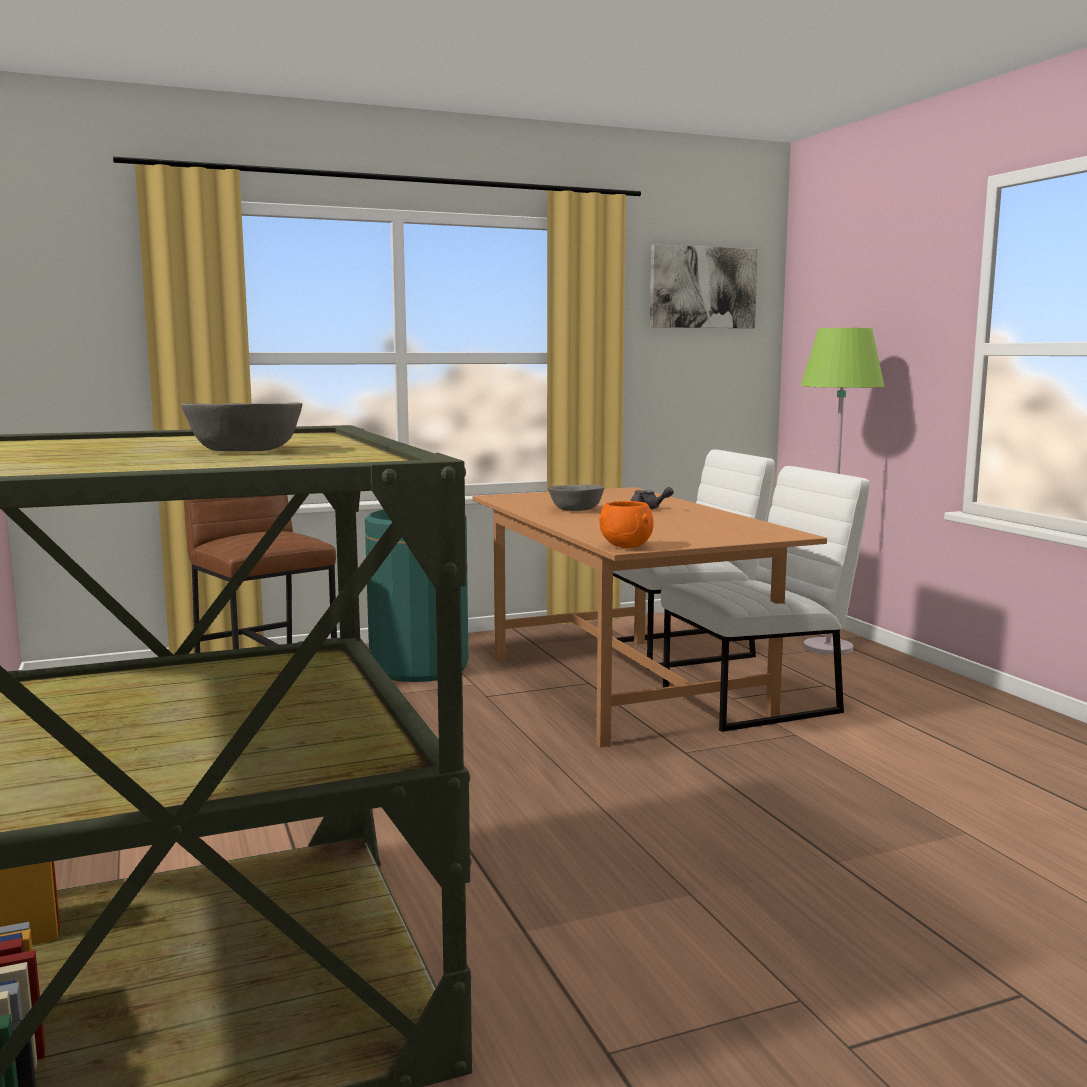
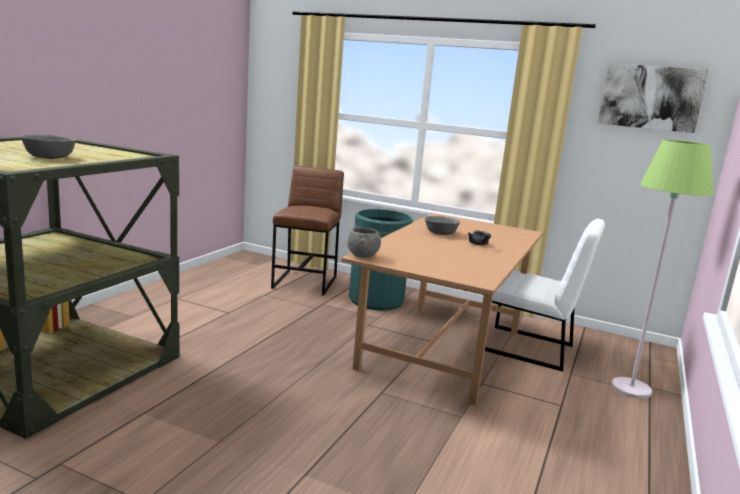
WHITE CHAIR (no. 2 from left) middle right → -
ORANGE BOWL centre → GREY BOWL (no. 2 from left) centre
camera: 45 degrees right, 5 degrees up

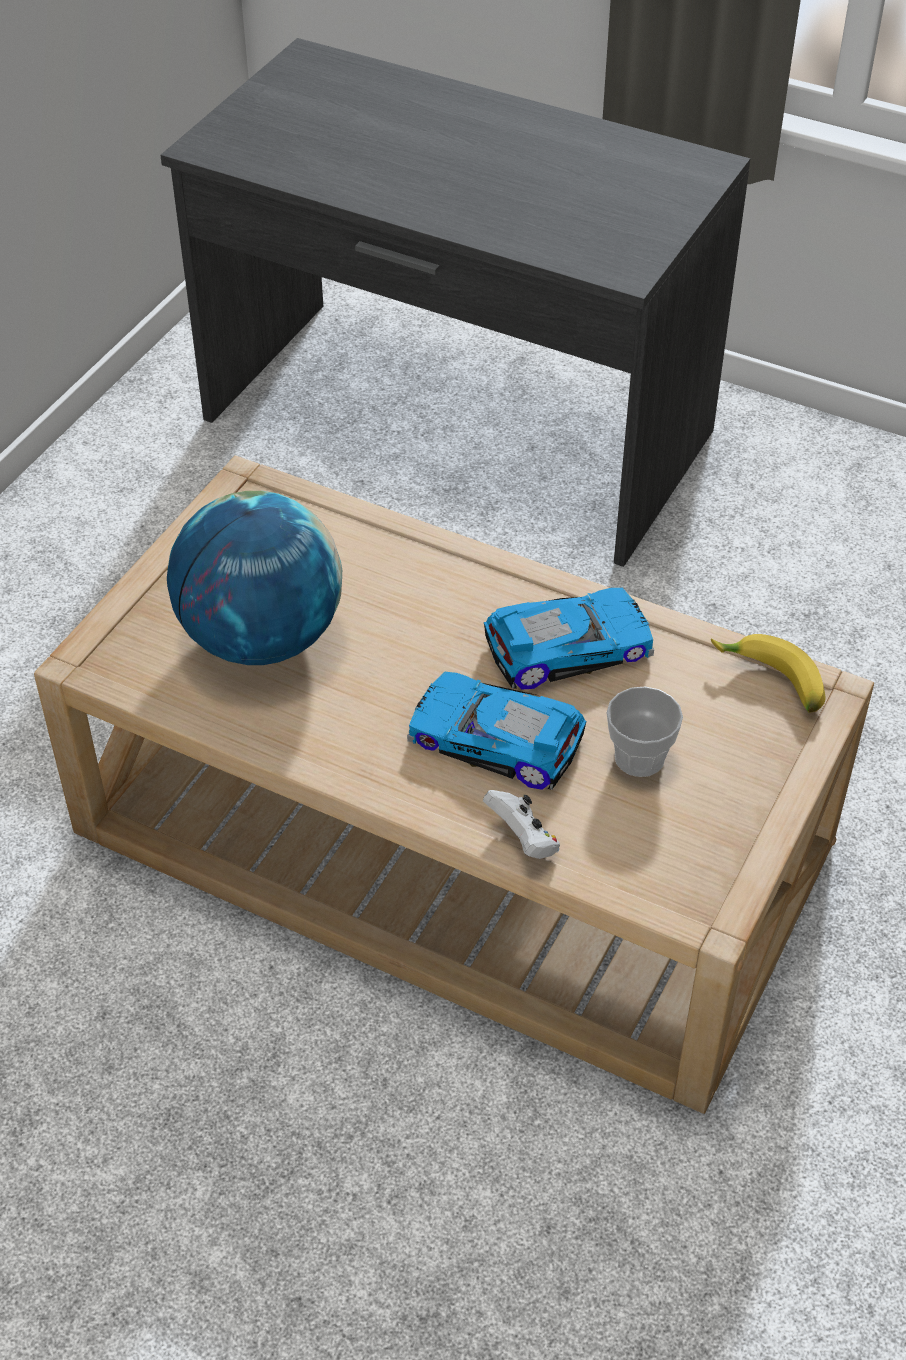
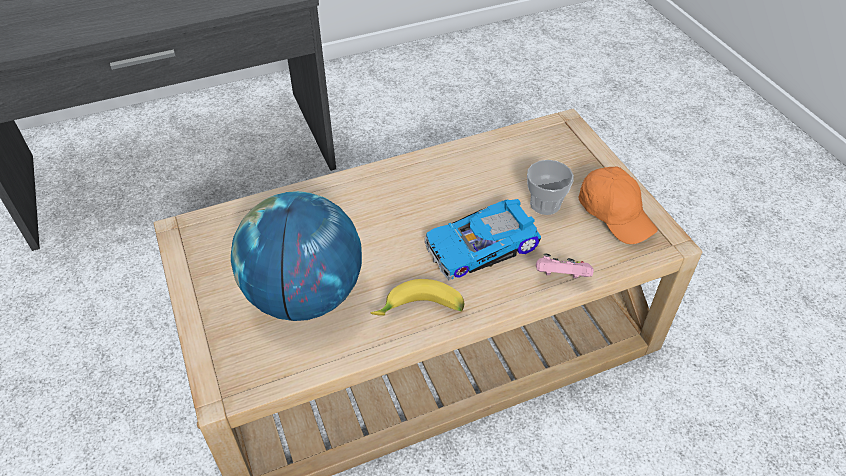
TOY CAR (no. 2 from left) centre → -
BANANA middle right → BANANA centre, relocated
WHITE GAME CONTROLLER centre → PINK GAME CONTROLLER middle right
- → ORANGE CAP middle right
camera: 50 degrees left, 0 degrees up

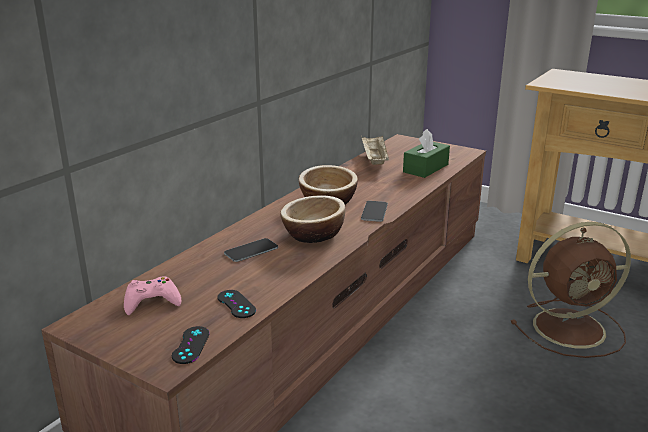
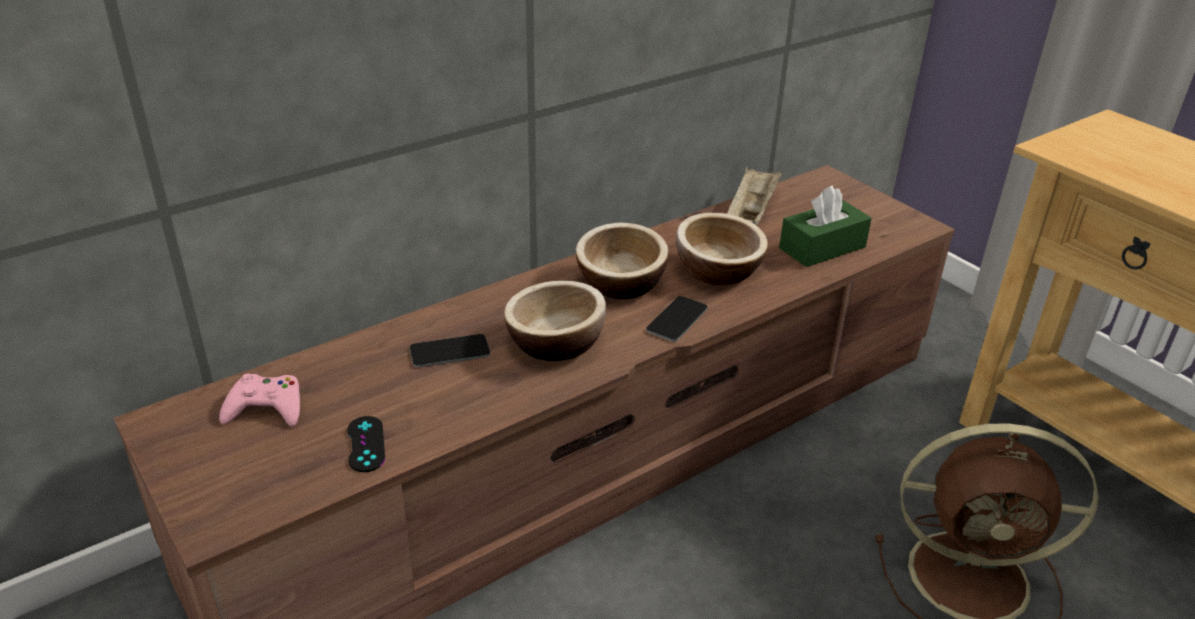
BLACK GAME CONTROLLER (no. 1 from left) bottom left → -
- → BOWL (no. 3 from left) centre
camera: 20 degrees right, 10 degrees up

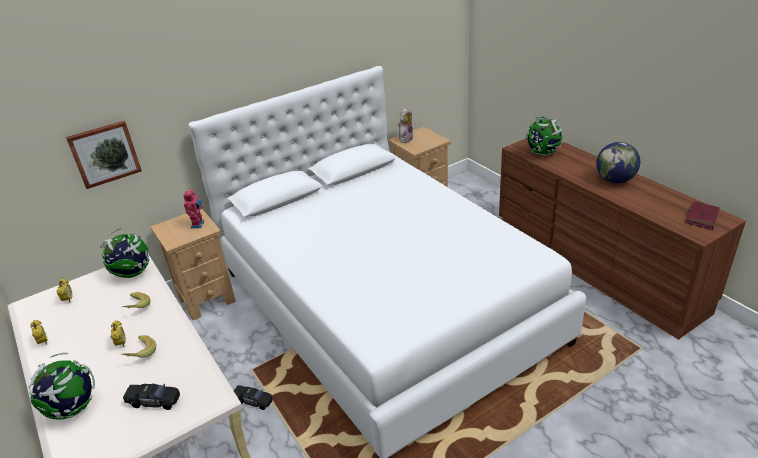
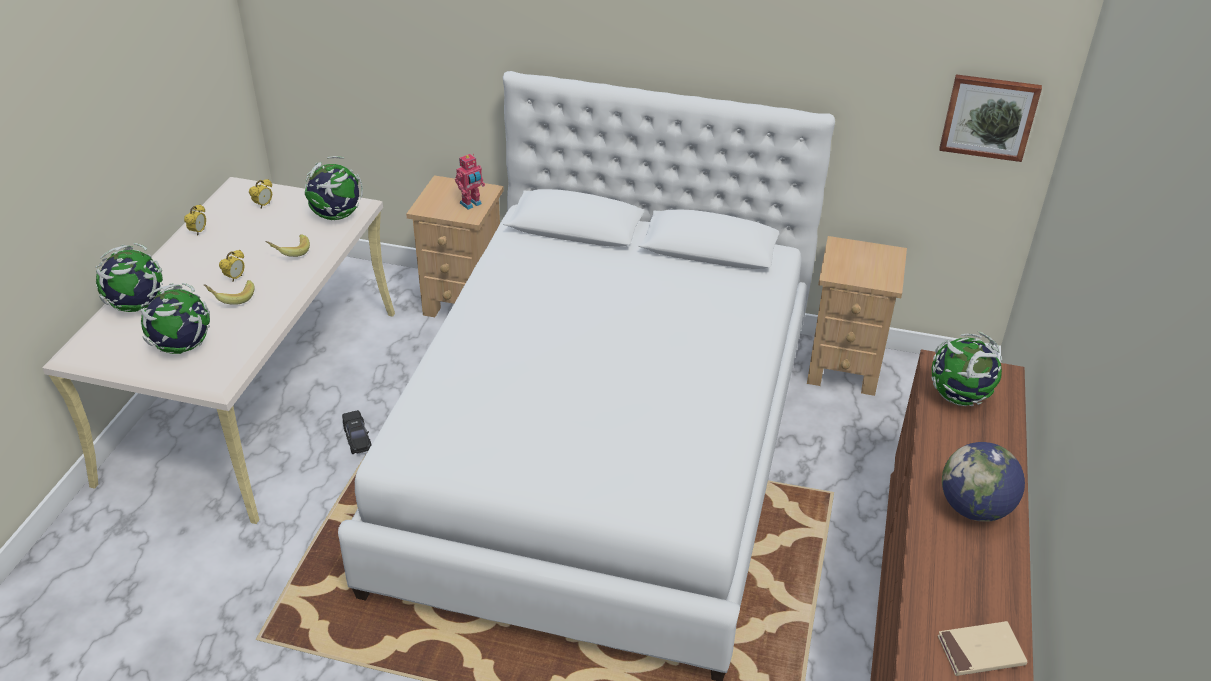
PLUSH TOY top centre → -
PICTURE middle left → PICTURE top right, relocated
RED BOOK middle right → BEIGE BOOK bottom right
BLACK TOY CAR (no. 1 from left) bottom left → GLOBE (no. 2 from left) middle left
camera: 45 degrees right, 5 degrees up

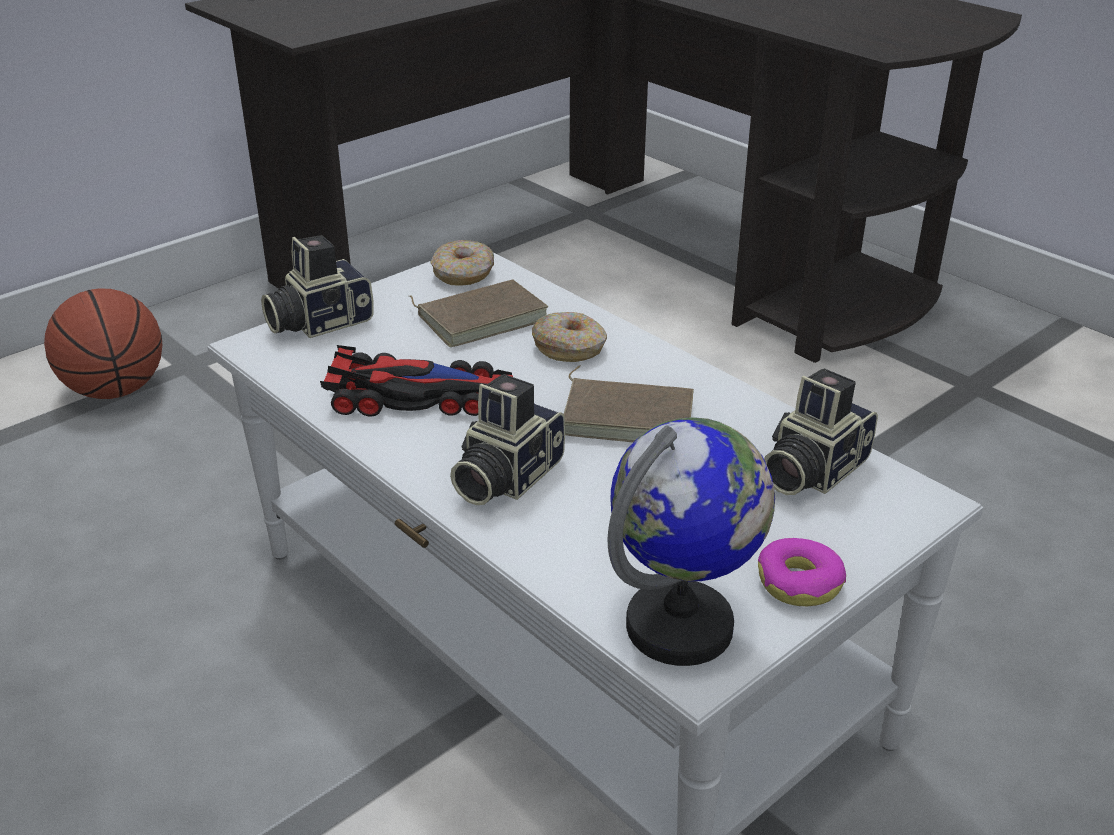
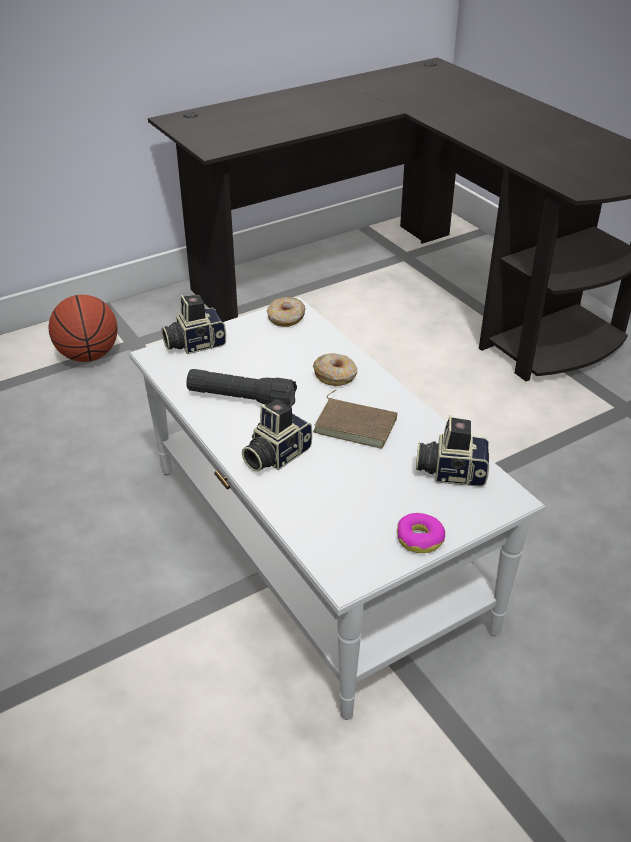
BROWN BOOK (no. 1 from left) centre → -
TOY CAR centre → BLACK FLASHLIGHT centre
PHOTO CAMERA (no. 3 from left) middle right, 45 degrees clockwise
GLOBE centre → -
camera: 10 degrees right, 5 degrees up

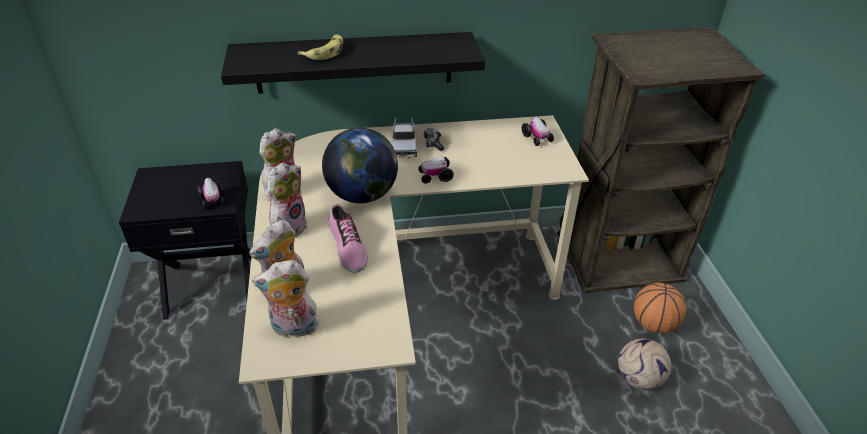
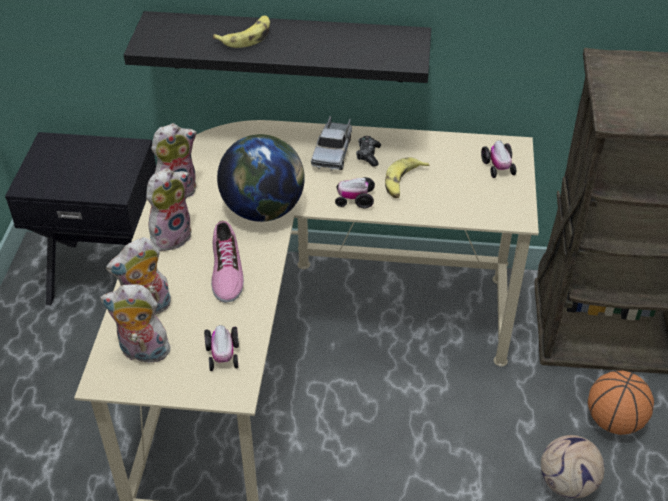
TOY CAR (no. 1 from left) middle left → TOY CAR (no. 1 from left) bottom left, relocated
- → BANANA (no. 2 from left) centre
camera: 15 degrees right, 5 degrees up

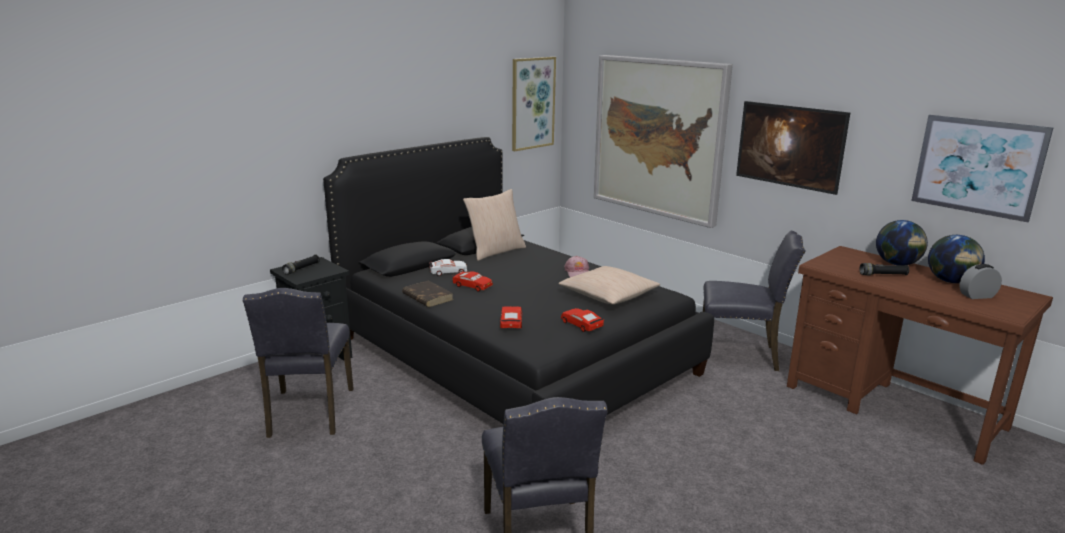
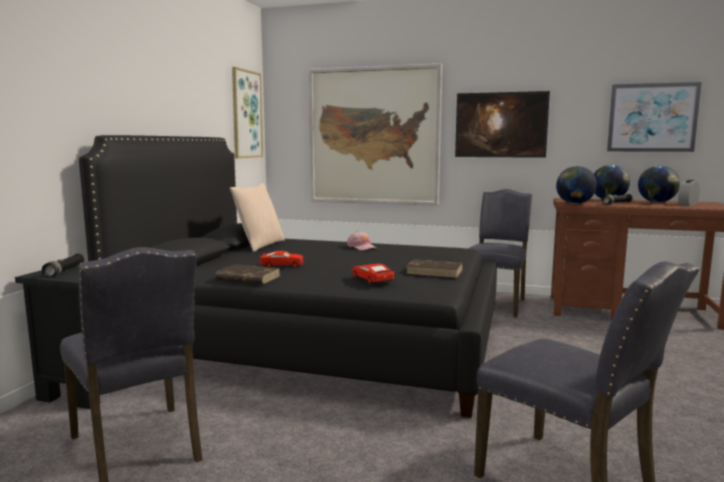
GREY CHAIR (no. 3 from left in the first image) middle right → GREY CHAIR (no. 2 from left) middle right, 45 degrees counterclockwise
WHITE TOY CAR centre → -
BEIGE PILLOW (no. 2 from left) centre → -
RED TOY CAR (no. 3 from left) centre → BROWN BOOK (no. 2 from left) centre
- → GLOBE (no. 1 from left) middle right
camera: 30 degrees left, 10 degrees down

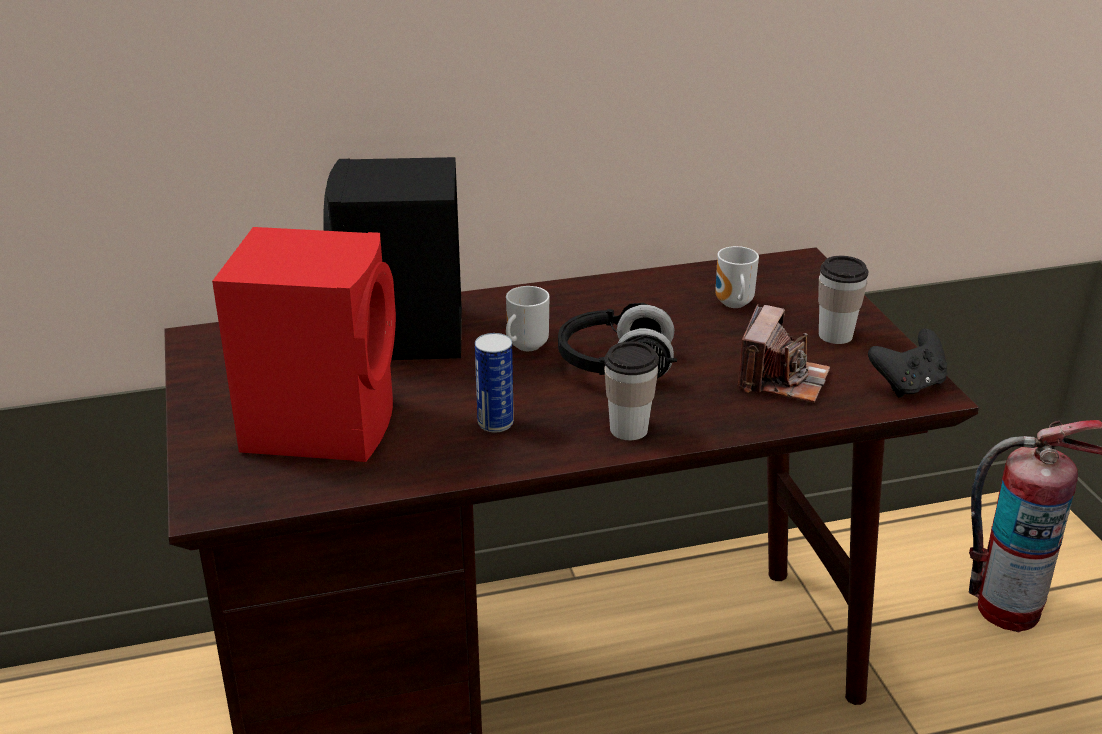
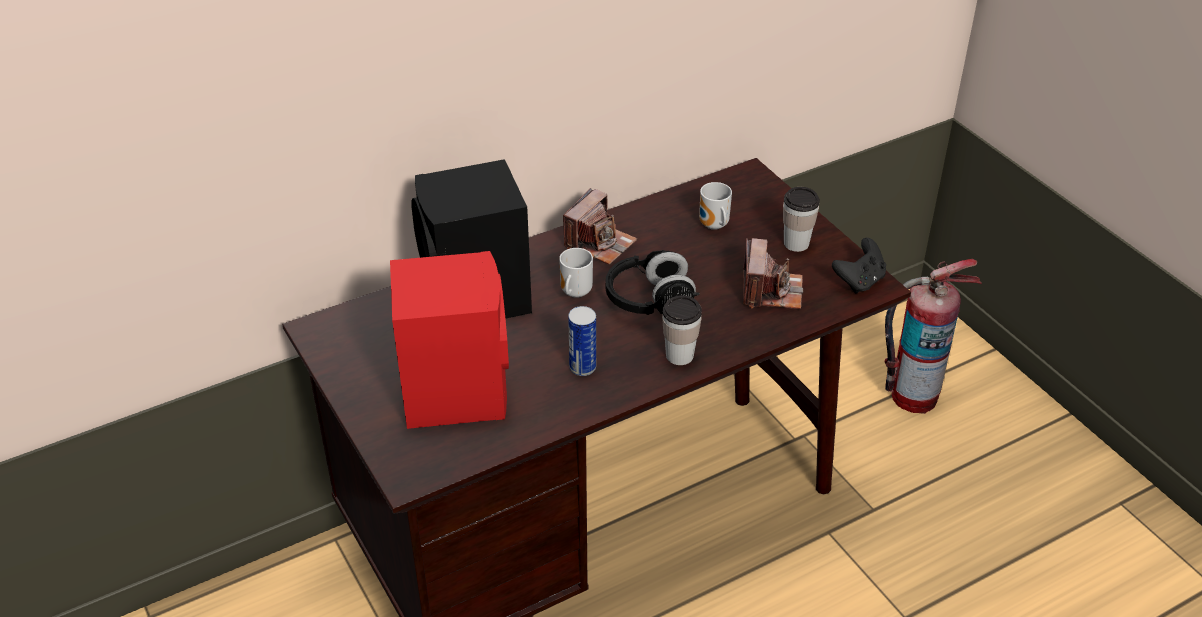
- → PHOTO CAMERA (no. 1 from left) centre
camera: 15 degrees left, 10 degrees up

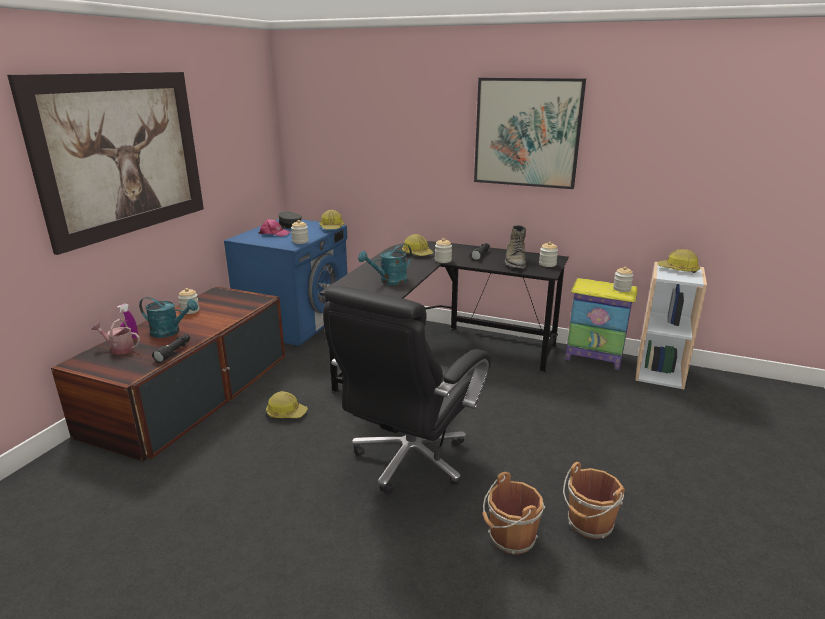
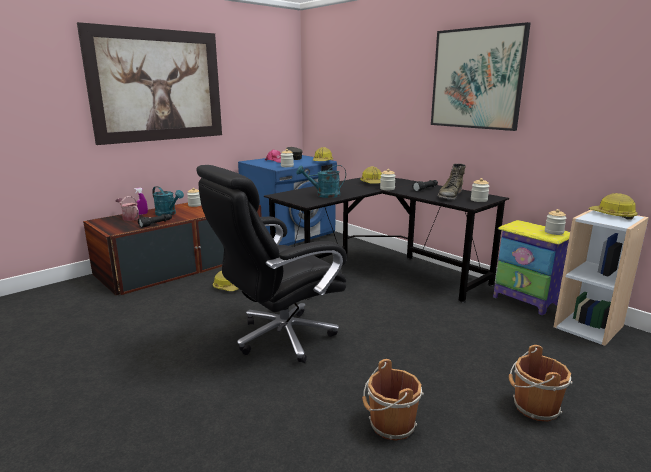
BROWN BUCKET (no. 1 from left in the first image) bottom centre → BROWN BUCKET (no. 2 from left) bottom right, relocated
camera: 25 degrees right, 5 degrees down

